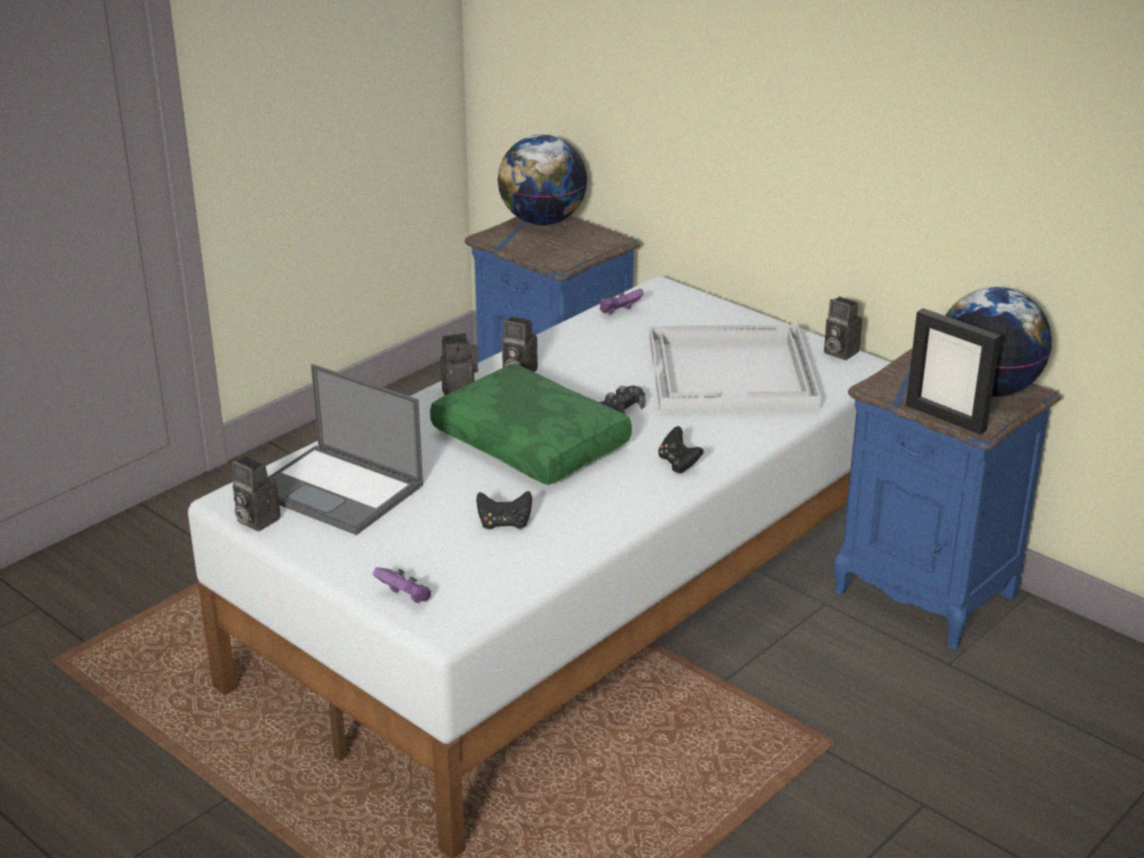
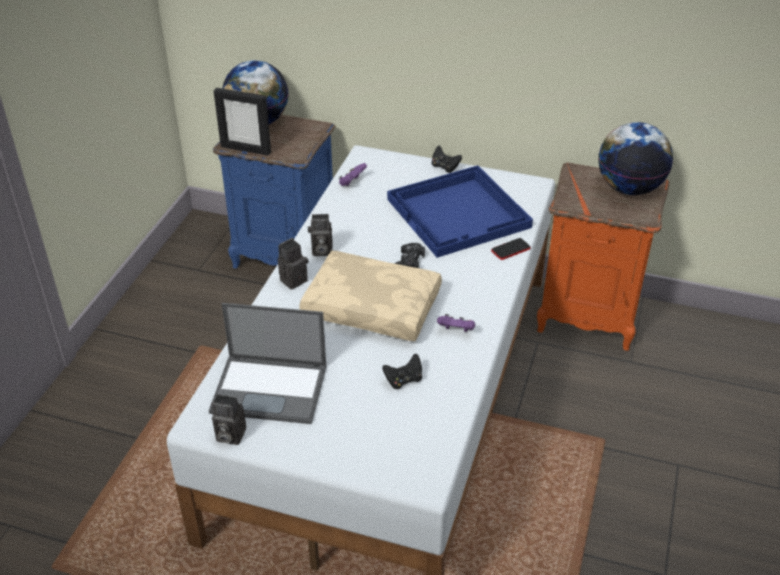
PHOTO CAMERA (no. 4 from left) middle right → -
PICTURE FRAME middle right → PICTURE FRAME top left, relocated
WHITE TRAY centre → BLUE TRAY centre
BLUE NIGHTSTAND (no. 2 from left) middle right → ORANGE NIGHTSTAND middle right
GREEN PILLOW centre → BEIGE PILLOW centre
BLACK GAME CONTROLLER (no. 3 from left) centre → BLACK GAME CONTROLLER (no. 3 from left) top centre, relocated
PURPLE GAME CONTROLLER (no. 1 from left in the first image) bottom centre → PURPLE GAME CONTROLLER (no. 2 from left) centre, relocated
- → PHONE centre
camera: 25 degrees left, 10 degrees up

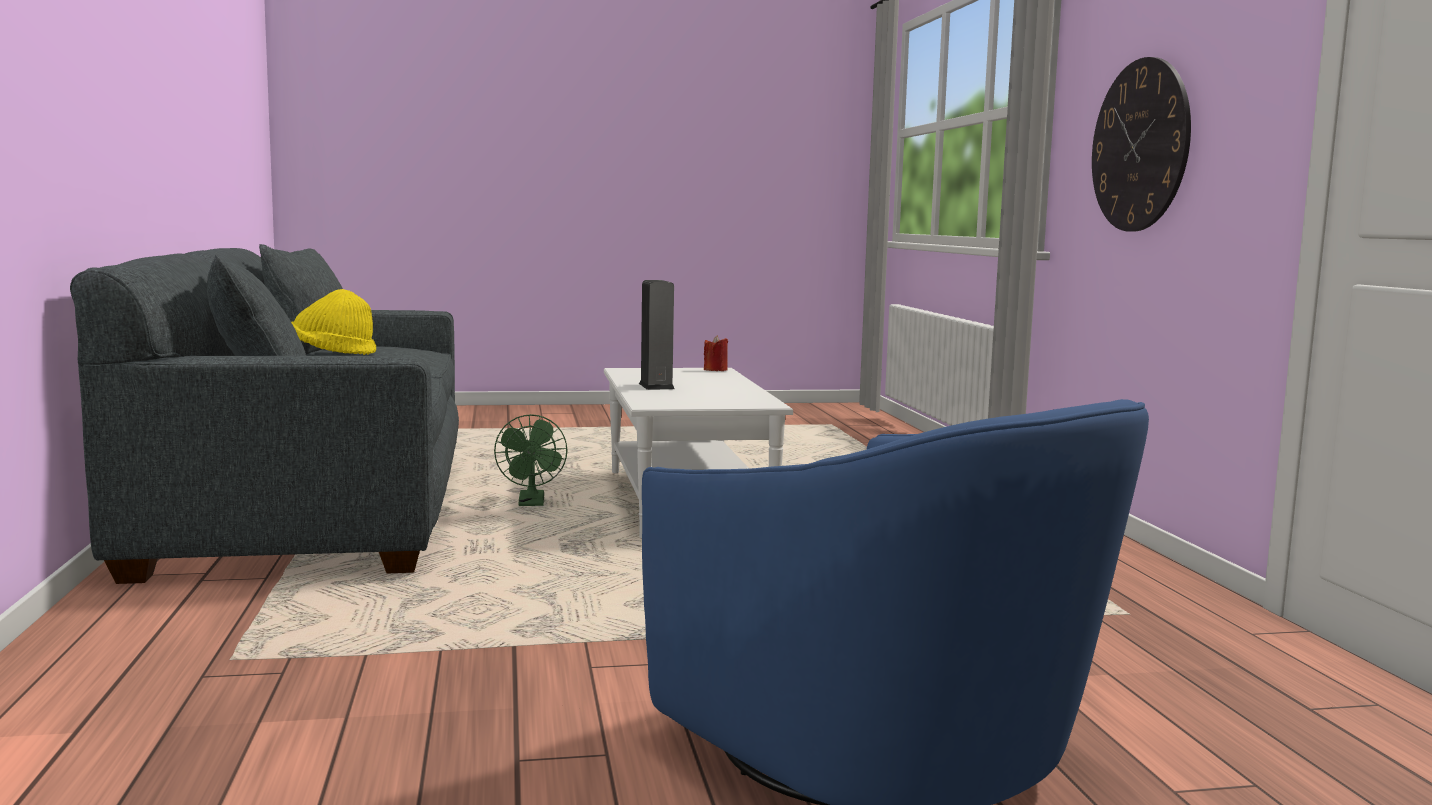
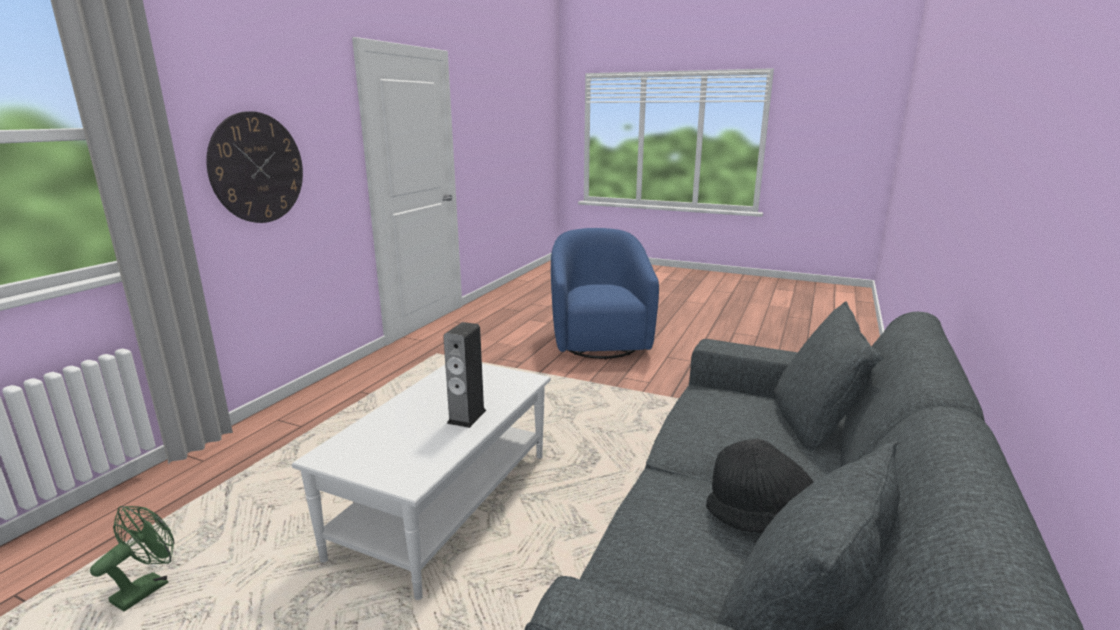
YELLOW HAT middle left → BLACK HAT bottom right
RED CANDLE centre → -
GREEN FAN centre → GREEN FAN bottom left, relocated
camera: 145 degrees left, 10 degrees up

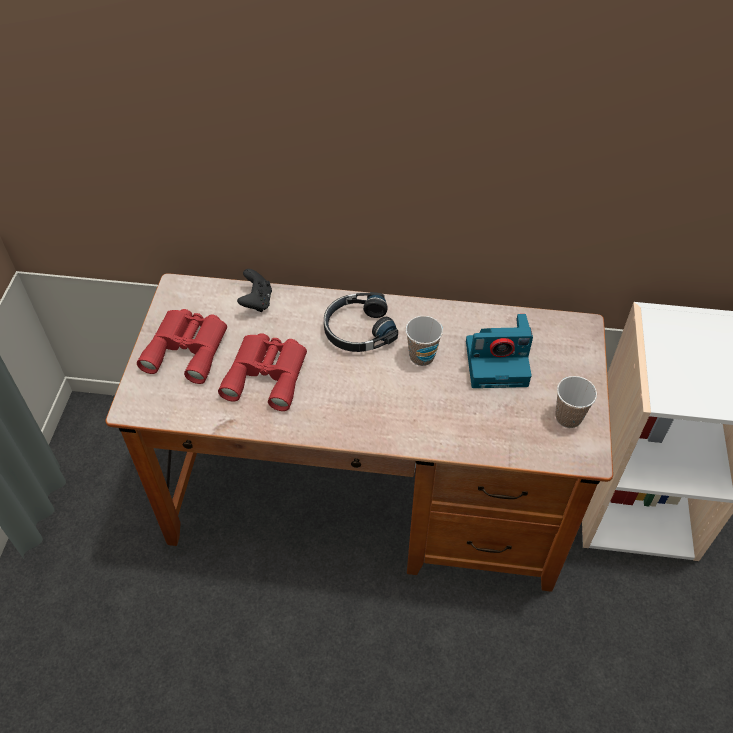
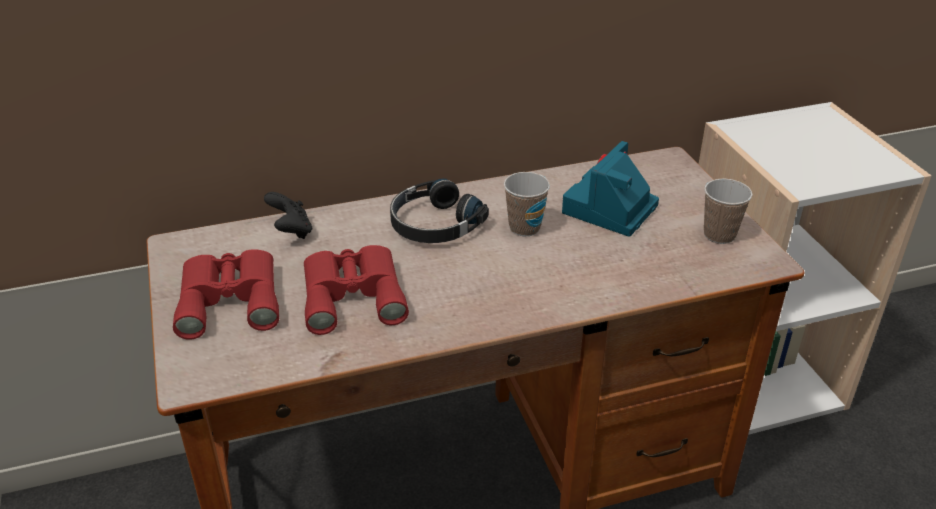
PHOTO CAMERA middle right → PHOTO CAMERA centre, 150 degrees clockwise
camera: 25 degrees left, 15 degrees down

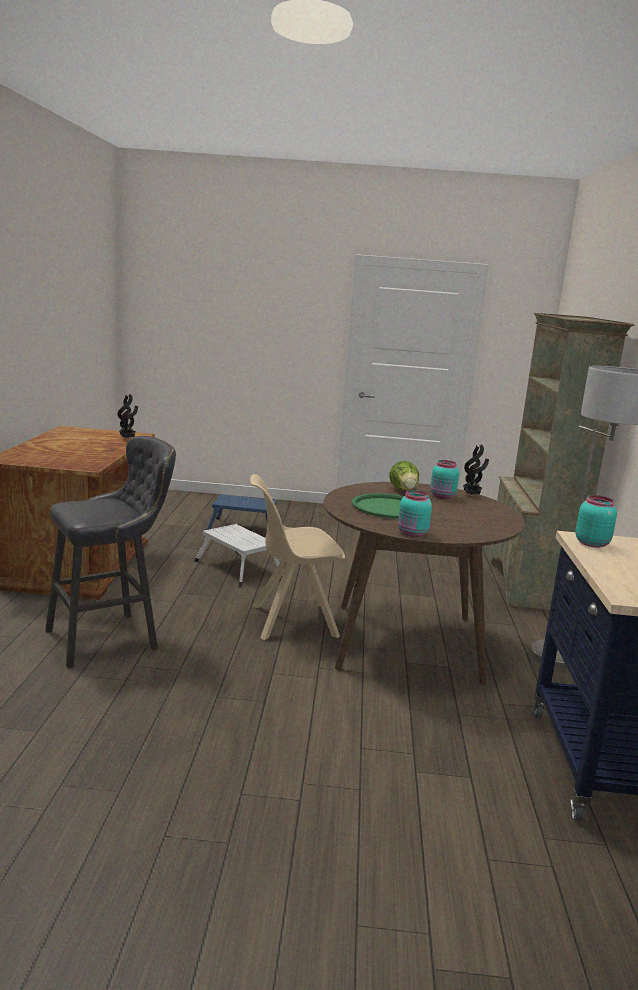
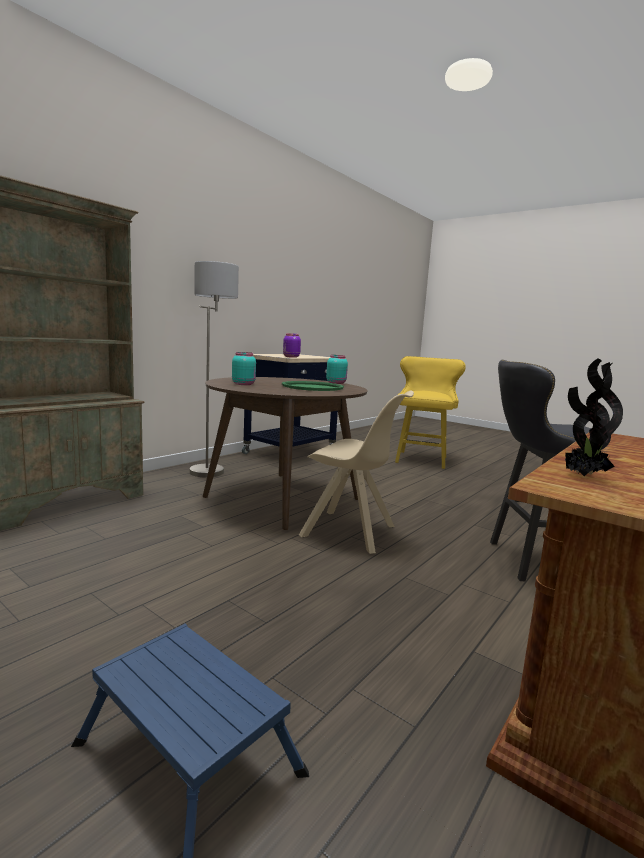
POTTED PLANT (no. 2 from left) middle right → -
LETTUCE centre → -
TURQUOISE JAR (no. 3 from left) middle right → PURPLE JAR centre
WHITE STEP LADDER centre → -
- → YELLOW STOOL middle right
camera: 145 degrees left, 5 degrees down

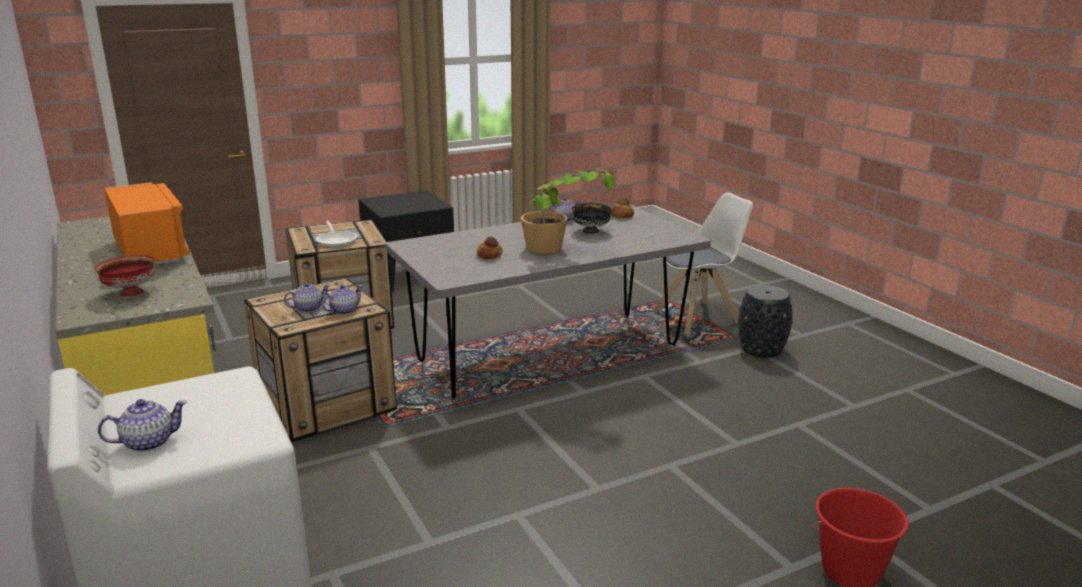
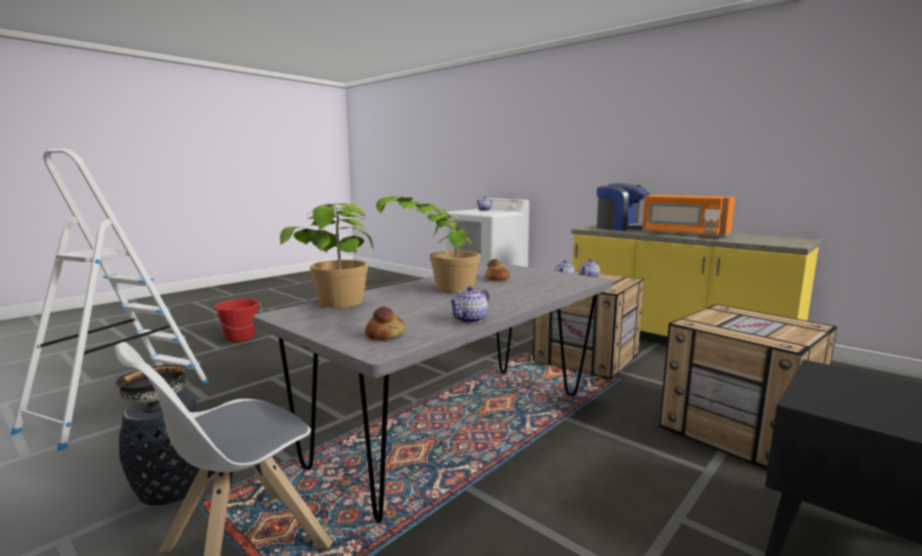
BLACK BOWL centre → BLACK BOWL bottom left, relocated
FRYING PAN middle left → -
RED BOWL middle left → COFFEE MACHINE middle right
- → WHITE STEP LADDER middle left
- → POTTED PLANT (no. 1 from left) centre
camera: 160 degrees right, 10 degrees down

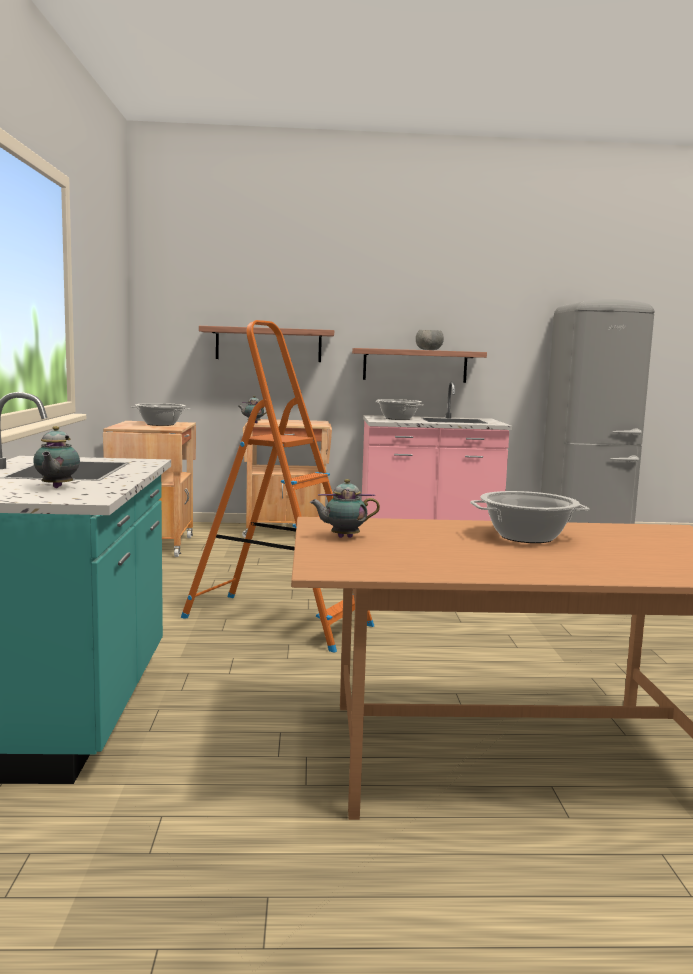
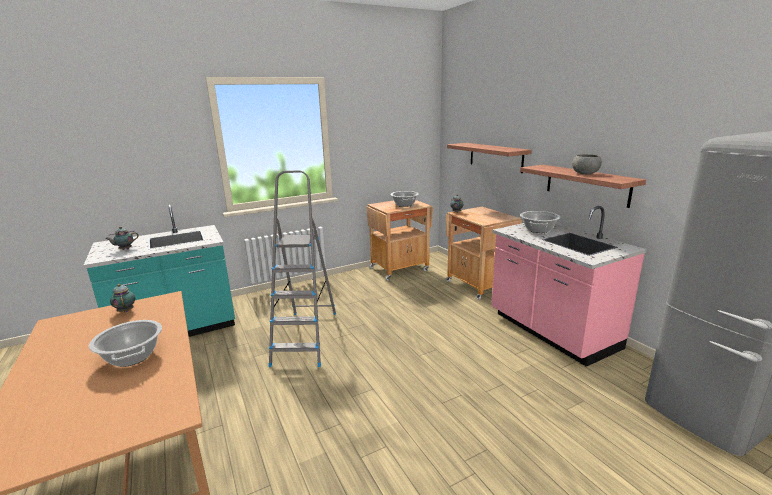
ORANGE STEP LADDER centre → GREY STEP LADDER centre
camera: 65 degrees right, 10 degrees up

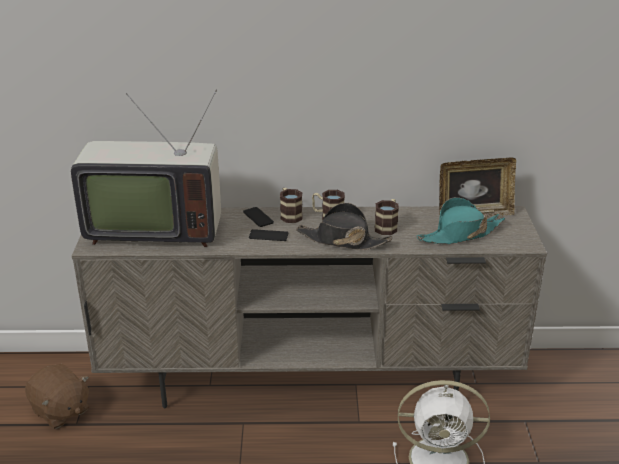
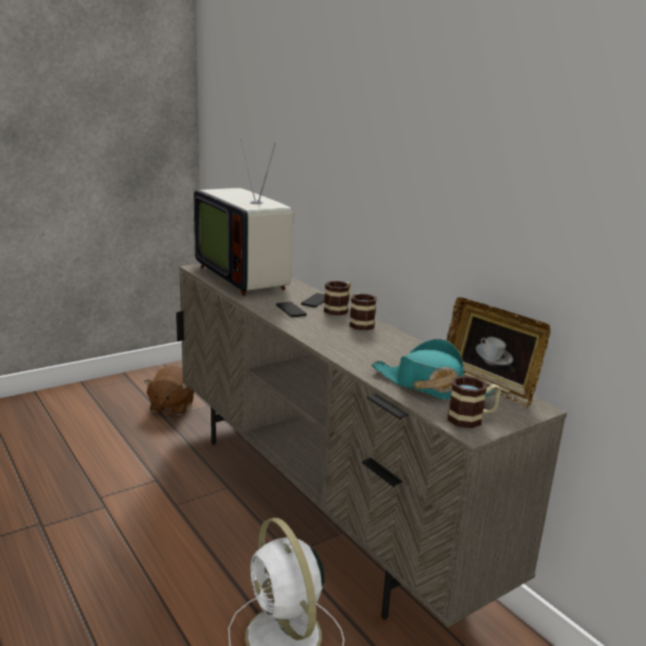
MUG (no. 3 from left) centre → MUG (no. 3 from left) middle right, relocated
BLACK HAT centre → -
camera: 55 degrees right, 10 degrees down

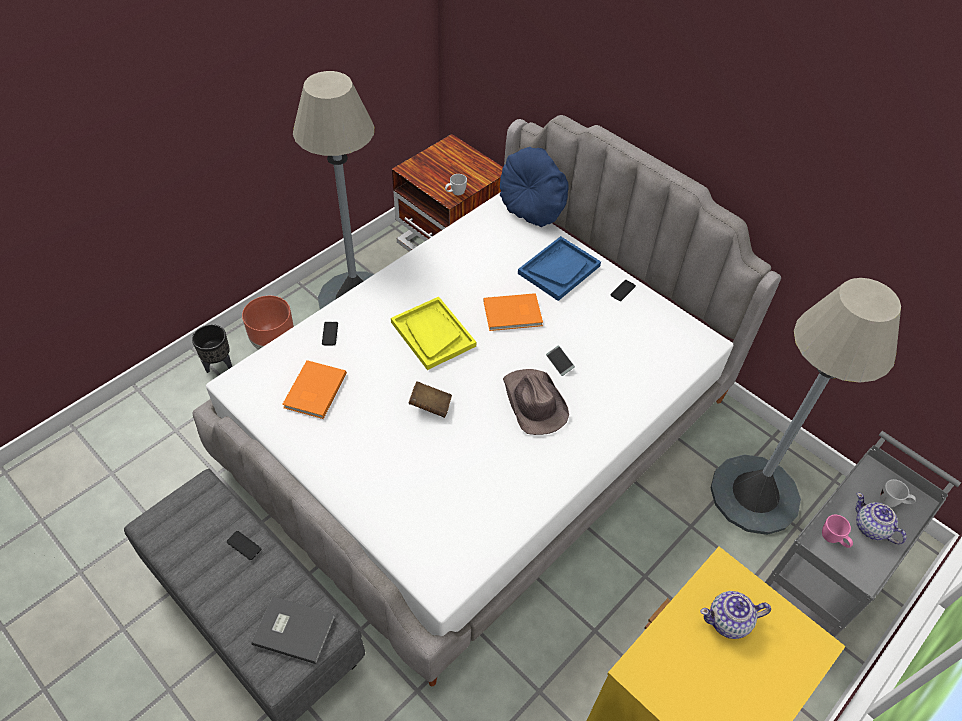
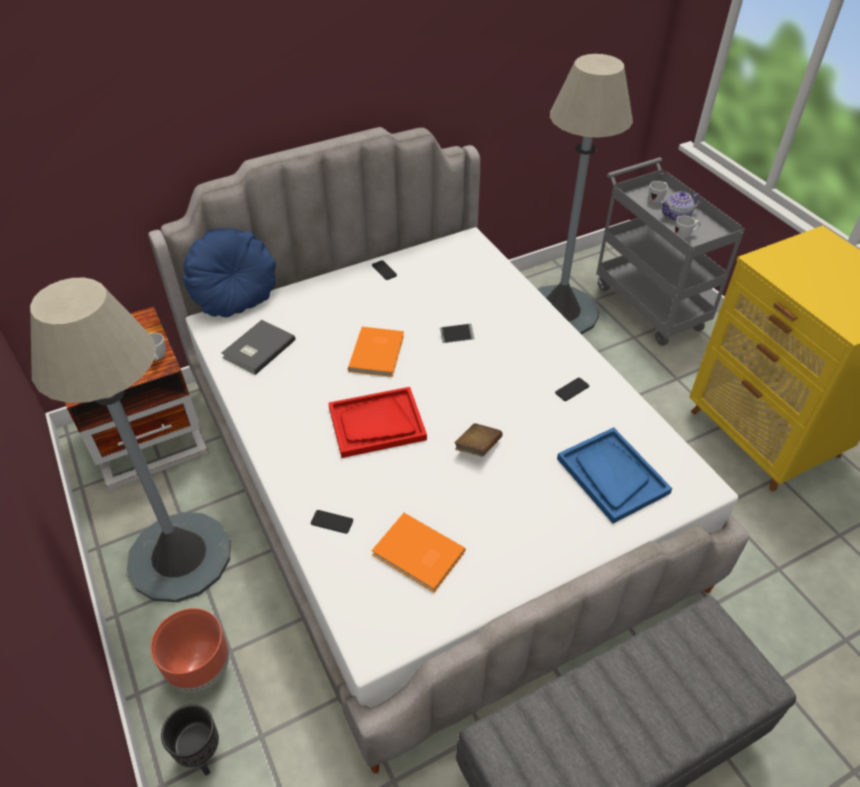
BLUE TRAY centre → BLUE TRAY middle right, relocated
YELLOW TRAY centre → RED TRAY centre
BROWN HAT centre → -
PINK MUG bottom right → WHITE MUG (no. 3 from left) top right
PHONE (no. 1 from left in the first image) bottom left → PHONE (no. 4 from left) centre, relocated
TEAPOT (no. 1 from left) bottom right → -
GREY BOOK bottom left → GREY BOOK middle left, relocated
camera: 70 degrees left, 5 degrees down

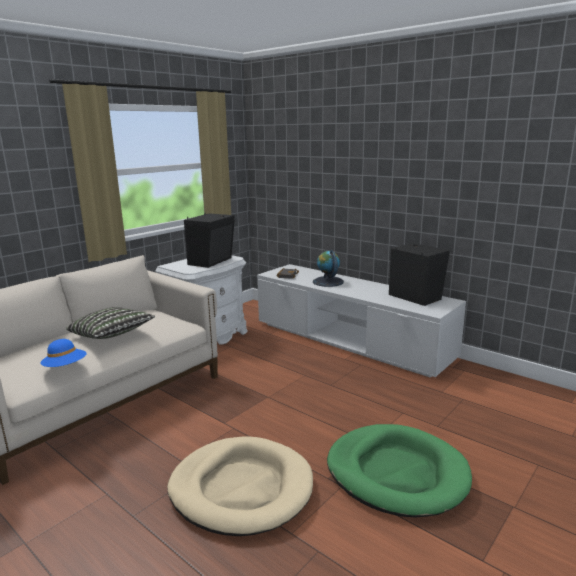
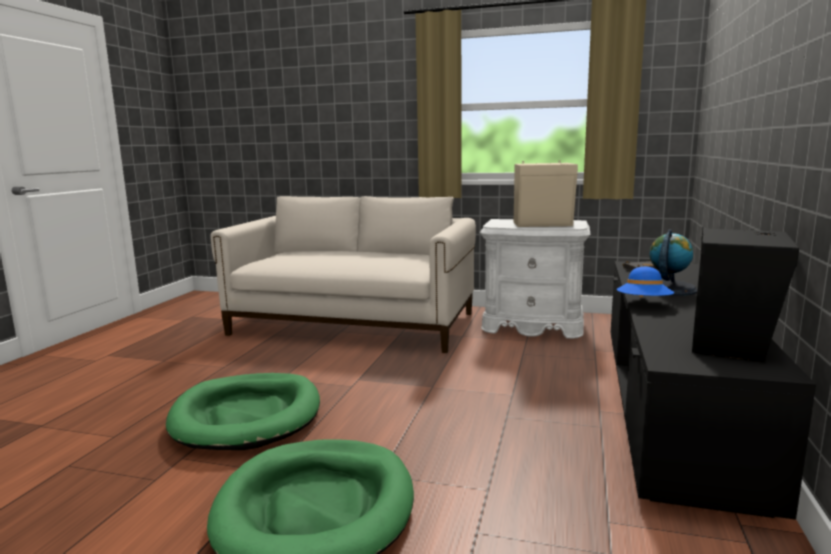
BLACK SPEAKER (no. 1 from left) centre → BEIGE SPEAKER centre
WHITE TV STAND centre → BLACK TV STAND bottom right
PILLOW middle left → -
BLUE HAT middle left → BLUE HAT middle right, relocated
BEIGE DOG BED bottom centre → GREEN DOG BED (no. 1 from left) bottom left
camera: 65 degrees right, 5 degrees down

